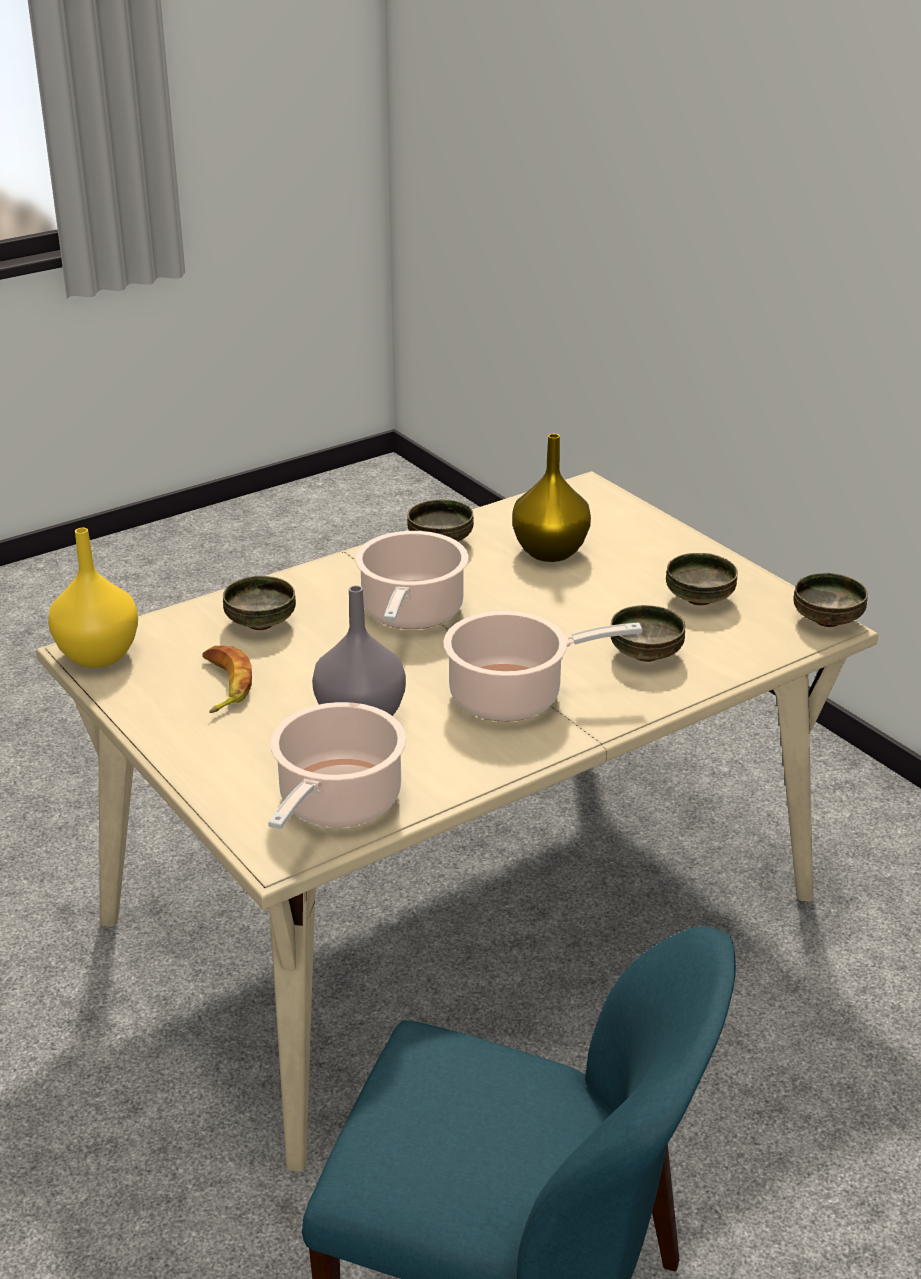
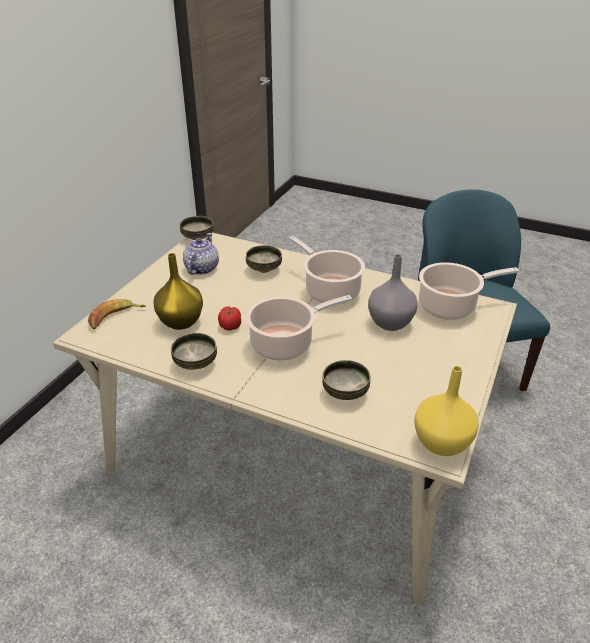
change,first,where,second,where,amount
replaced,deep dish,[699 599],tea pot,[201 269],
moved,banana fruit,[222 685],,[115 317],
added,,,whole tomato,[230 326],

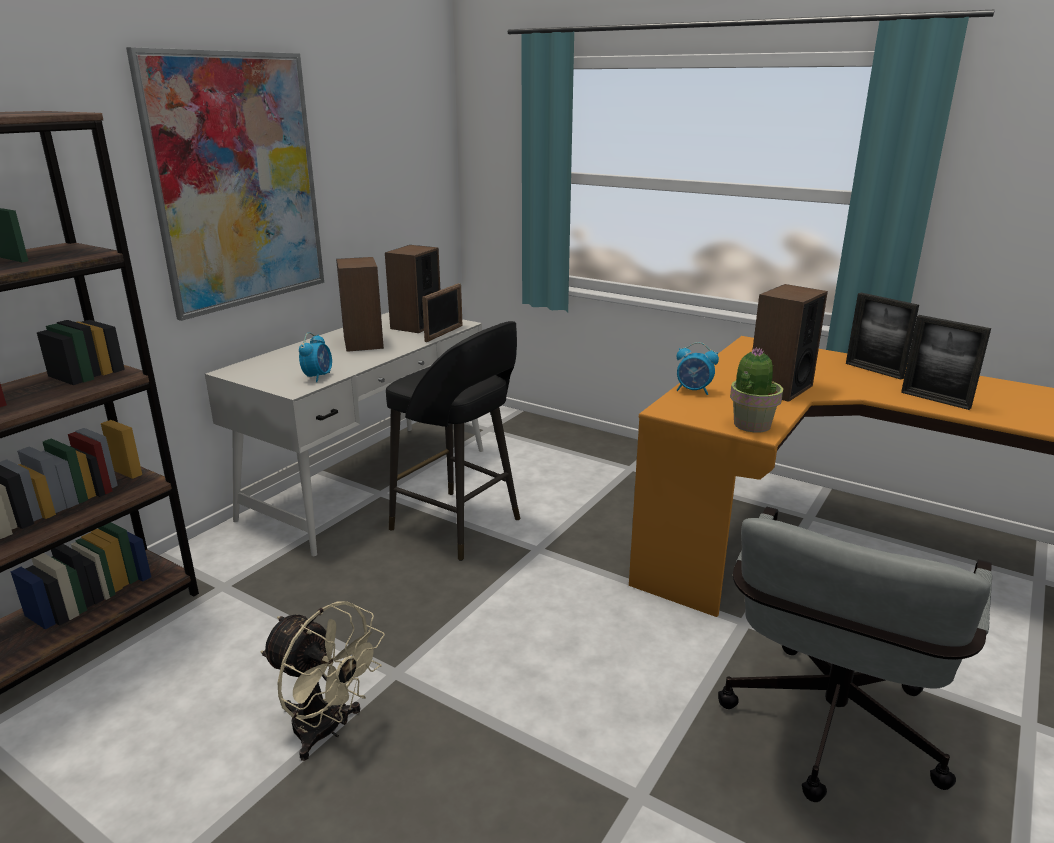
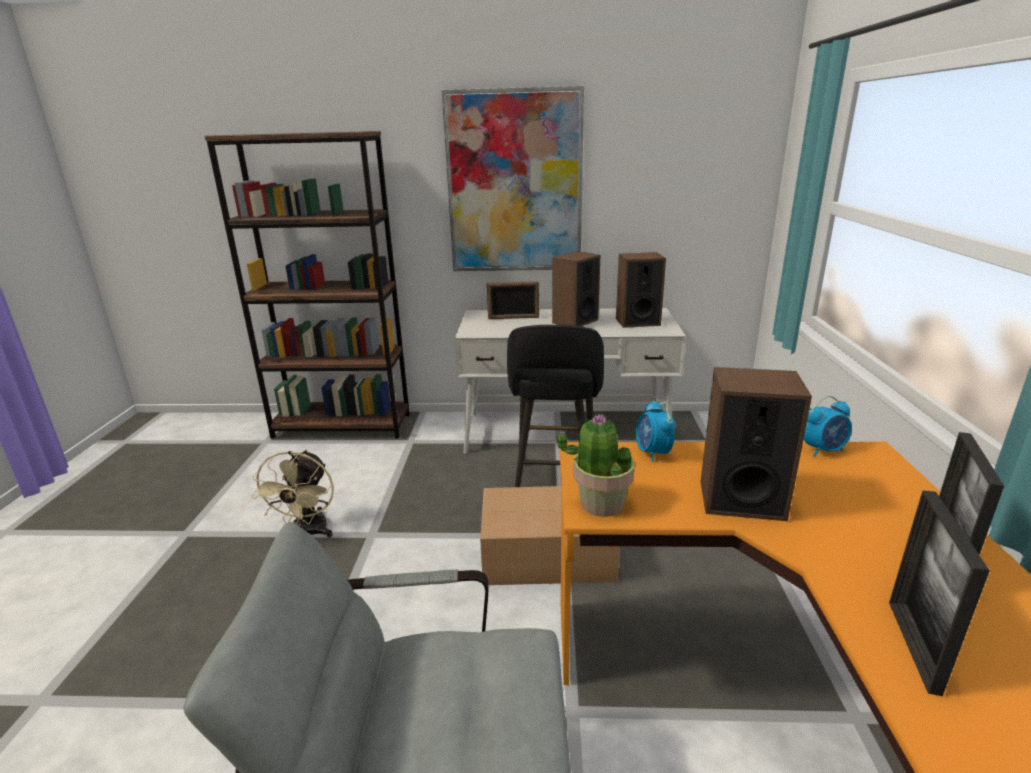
change,first,where,second,where,amount
moved,photo frame,[444 333],,[513 318],
moved,alarm clock,[318 377],,[823 450],
added,,,carton,[549 555],

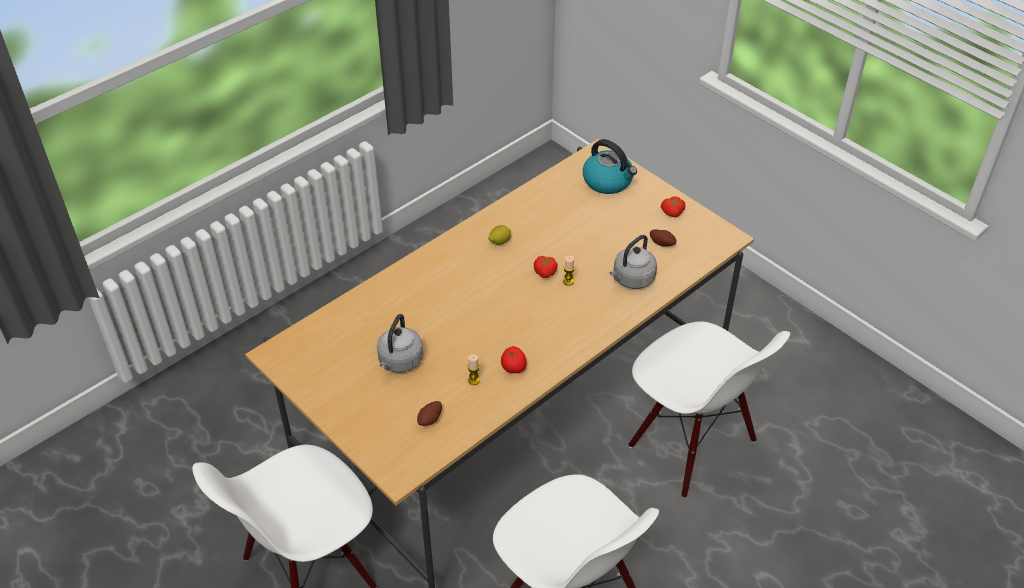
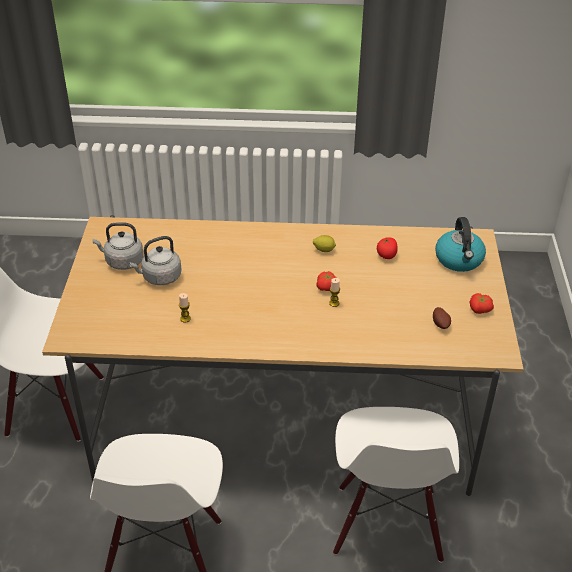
change,first,where,second,where,amount
moved,tea kettle/greyish,[632 279],,[122 261],
moved,whole tomato,[513 367],,[386 255],
removed,whole potato,[430 419],,,

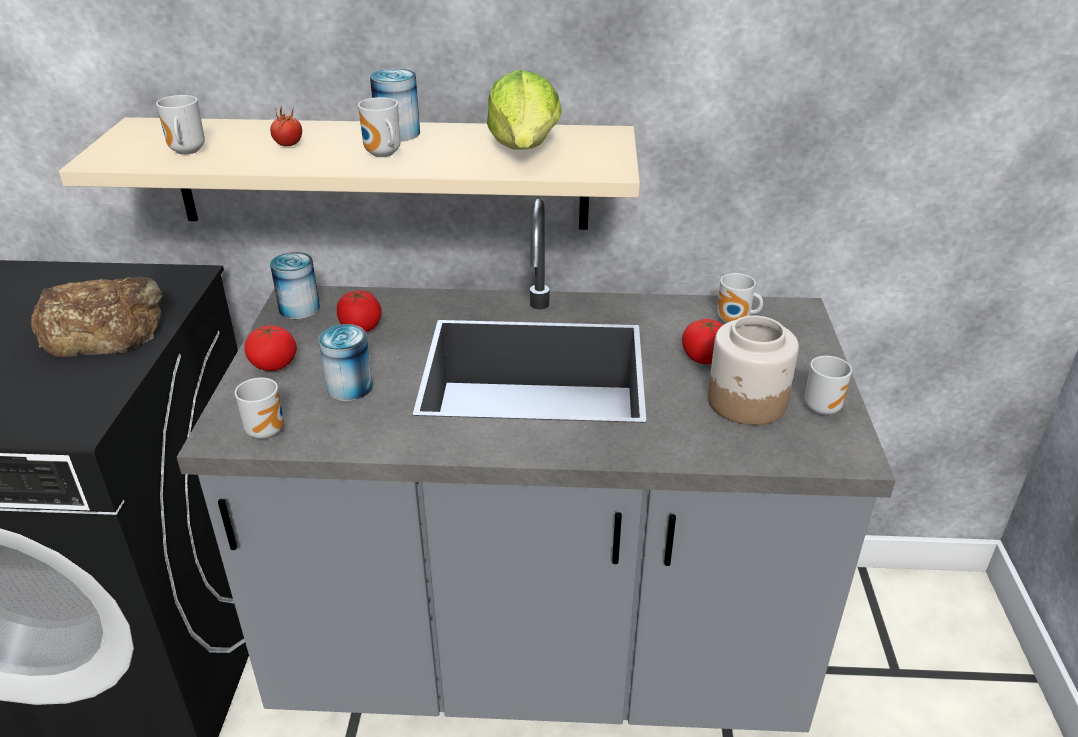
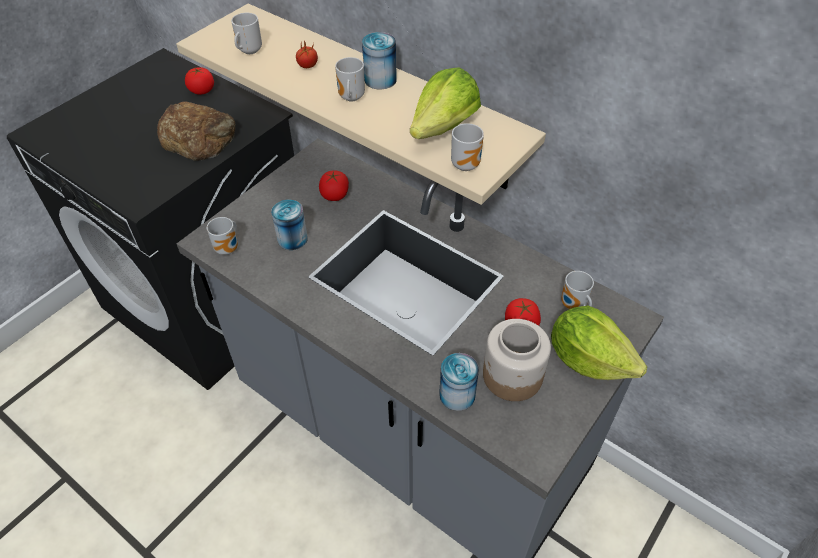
change,first,where,second,where,amount
moved,can,[299 308],,[457 394],
moved,whole tomato,[273 365],,[202 90],
moved,tea mug,[821 407],,[467 164],
added,,,head of lettuce,[588 360],

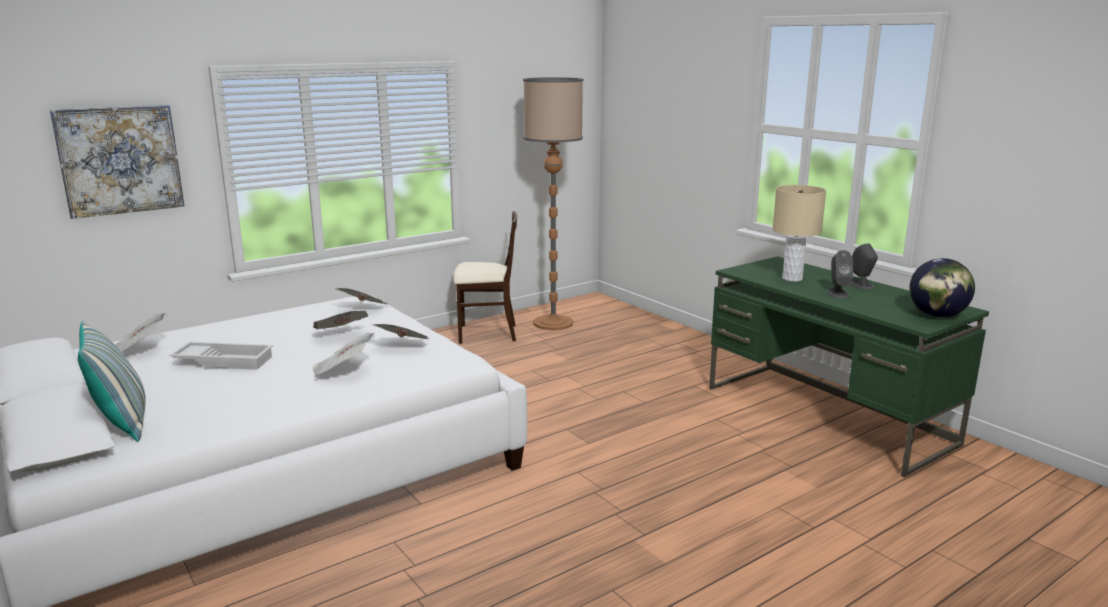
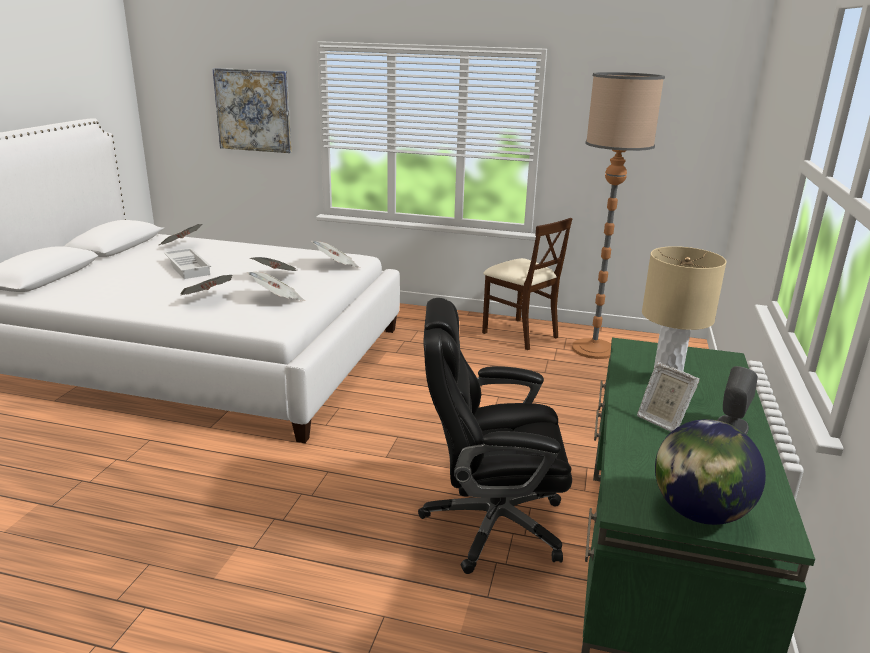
change,first,where,second,where,amount
replaced,speaker/greyish,[838 293],photo frame,[661 420],
removed,throw pillow,[121 423],,,
added,,,desk chair/black,[490 524],

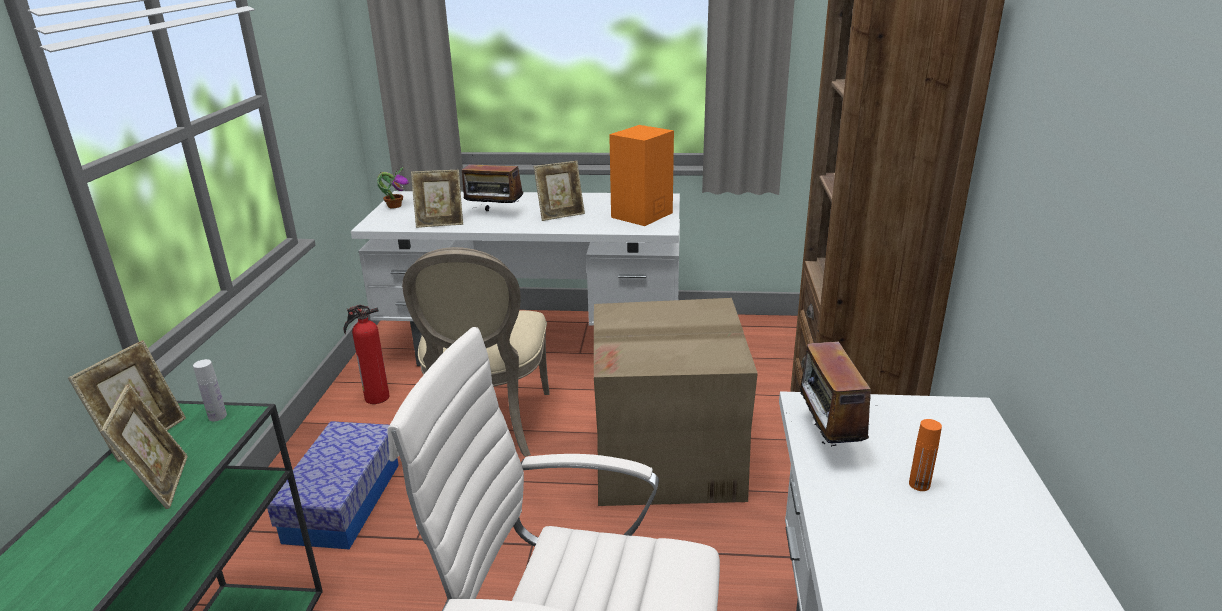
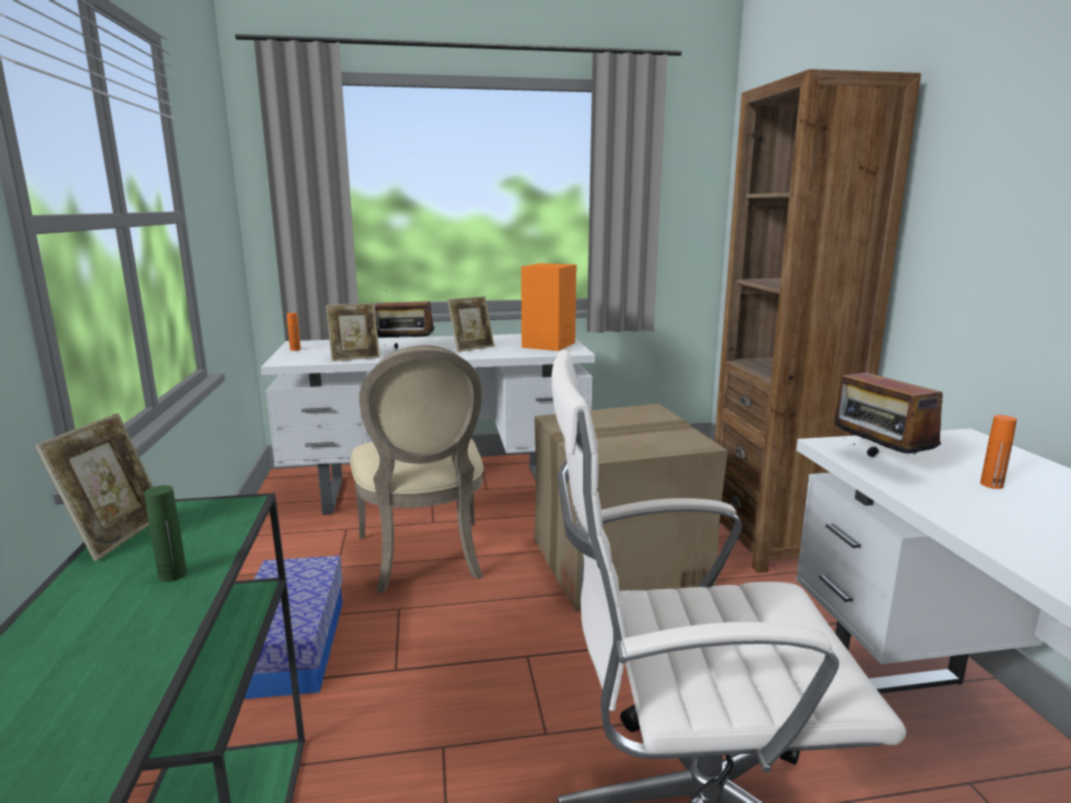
change,first,where,second,where,amount
replaced,houseplant,[394 206],drink bottle/orangey,[295 349],
removed,extinguisher,[375 398],,,
removed,drink bottle/white-coloured,[217 416],,,
replaced,photo frame,[161 484],drink bottle/green,[172 575],

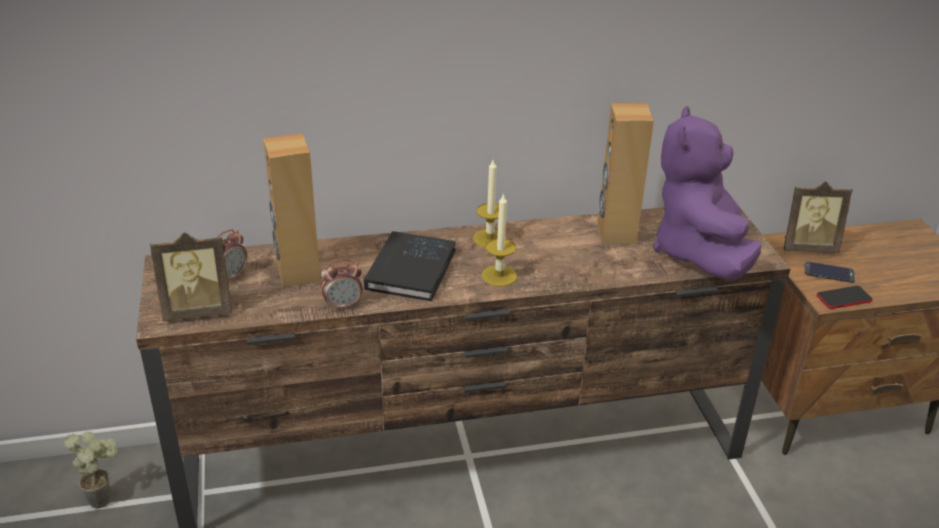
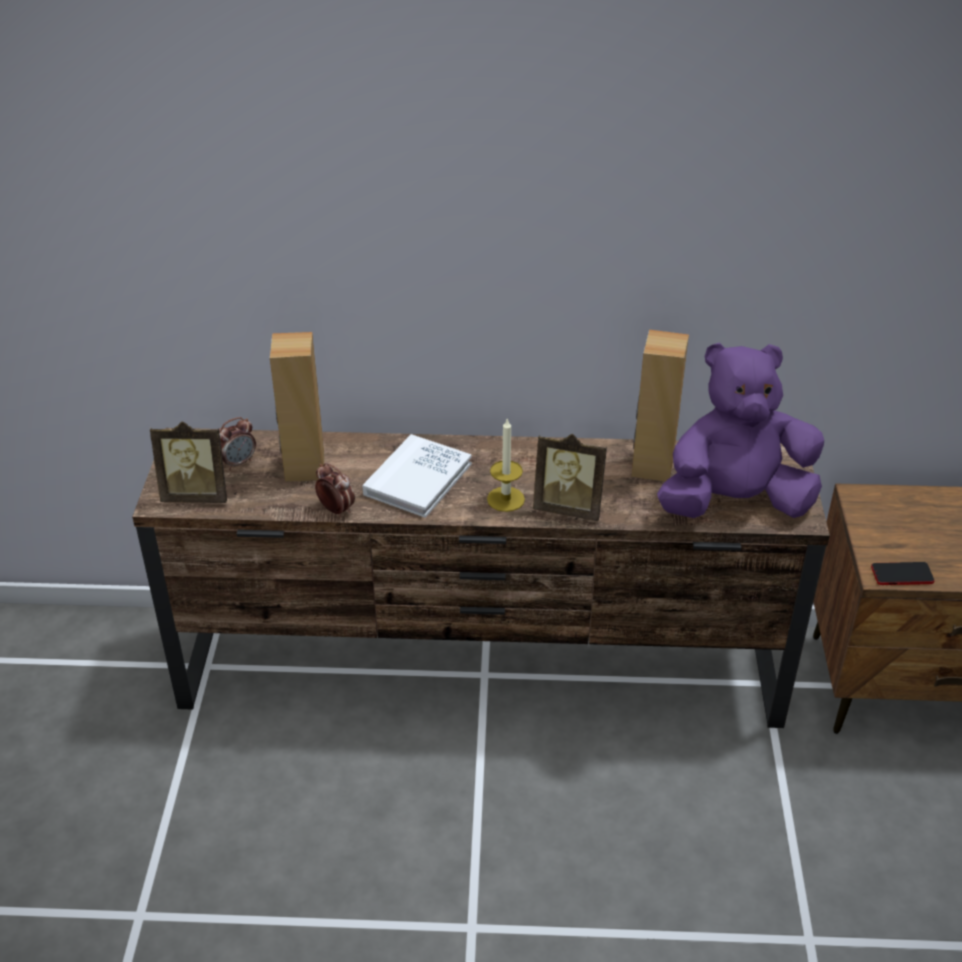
change,first,where,second,where,amount
turned,plush toy/purple,[699 253],,[734 502],60 degrees clockwise
removed,wax candle,[489 238],,,
moved,photo frame,[807 247],,[569 508],
recoloured,bound book/black,[411 269],bound book/white-coloured,[418 479],
turned,alarm clock,[343 305],,[336 510],135 degrees counterclockwise
removed,phone,[829 273],,,
removed,houseplant,[105 496],,,

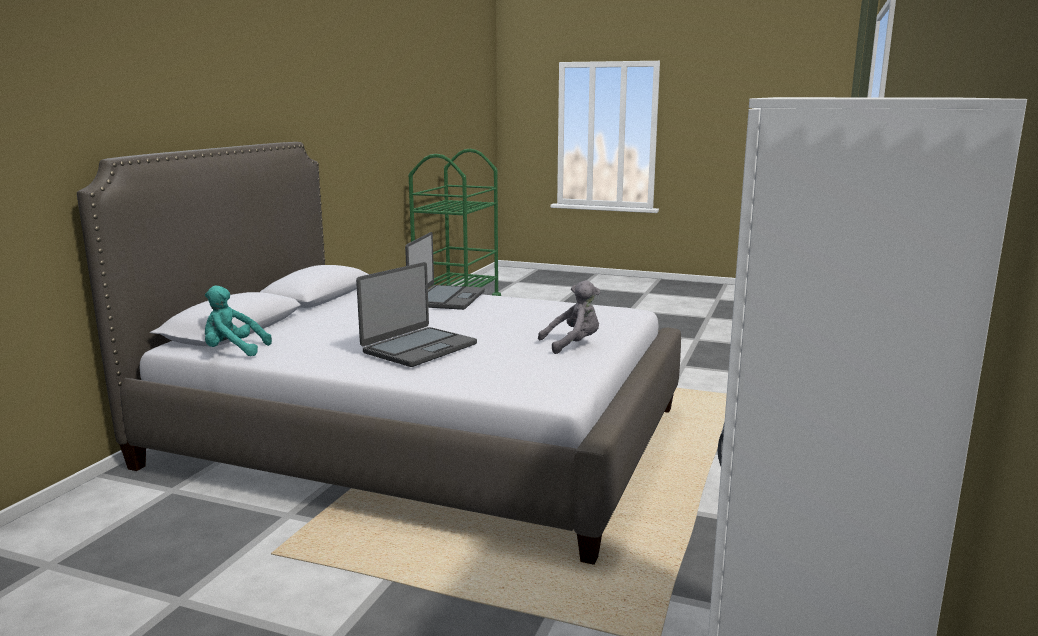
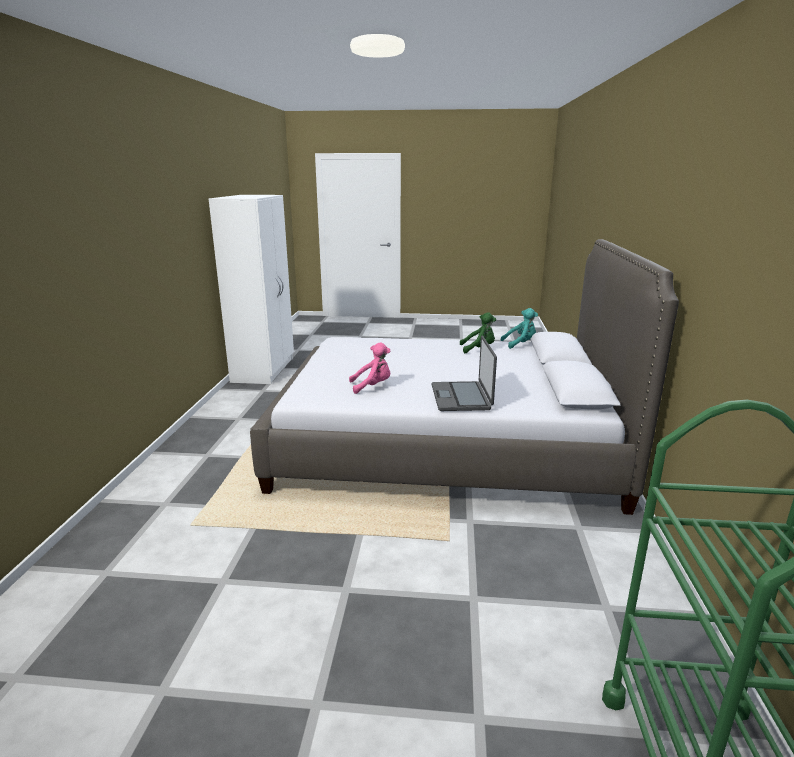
change,first,where,second,where,amount
removed,portable computer,[418 348],,,
removed,plush toy/greyish,[573 344],,,
added,,,plush toy/green,[479 349],
added,,,plush toy/pinkish,[372 386],

